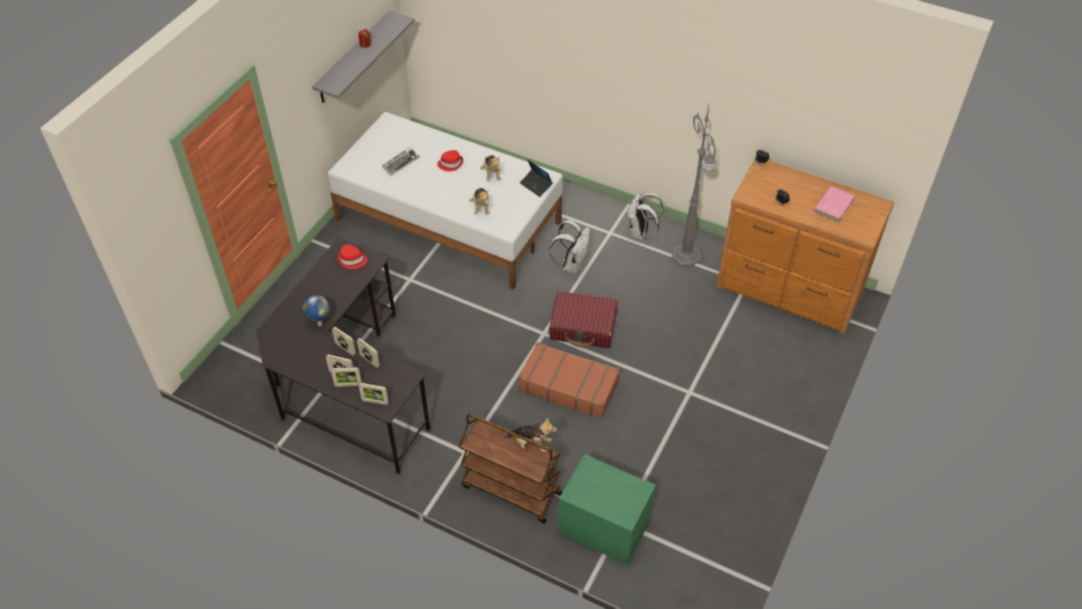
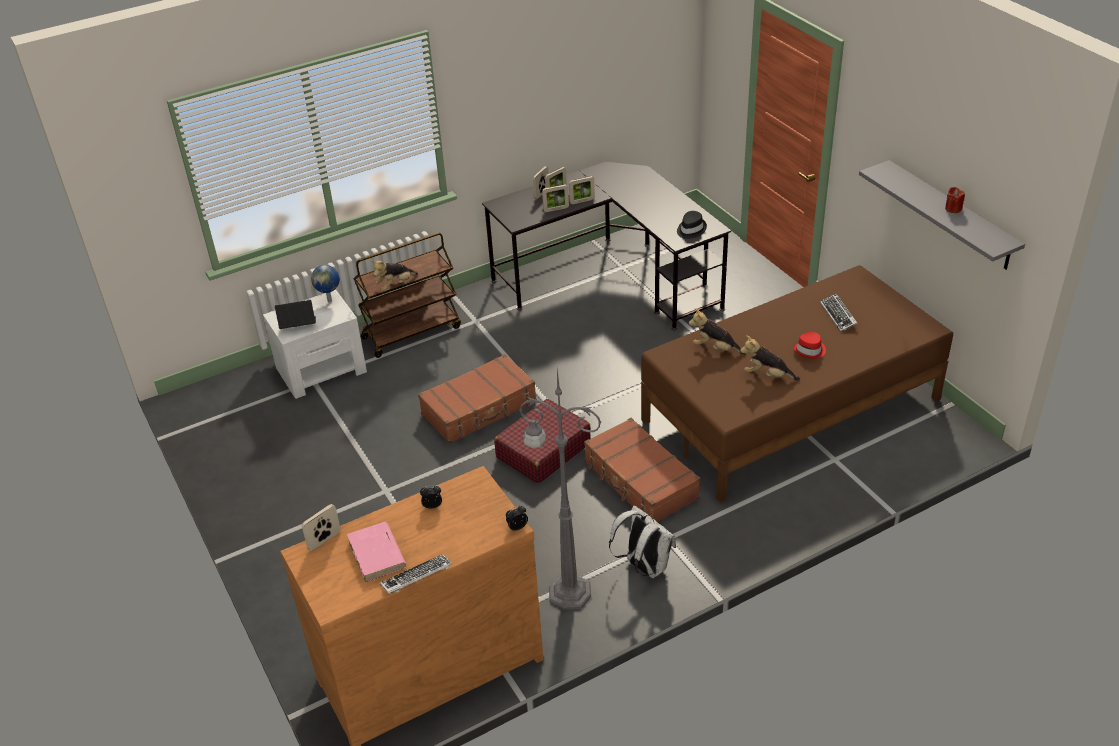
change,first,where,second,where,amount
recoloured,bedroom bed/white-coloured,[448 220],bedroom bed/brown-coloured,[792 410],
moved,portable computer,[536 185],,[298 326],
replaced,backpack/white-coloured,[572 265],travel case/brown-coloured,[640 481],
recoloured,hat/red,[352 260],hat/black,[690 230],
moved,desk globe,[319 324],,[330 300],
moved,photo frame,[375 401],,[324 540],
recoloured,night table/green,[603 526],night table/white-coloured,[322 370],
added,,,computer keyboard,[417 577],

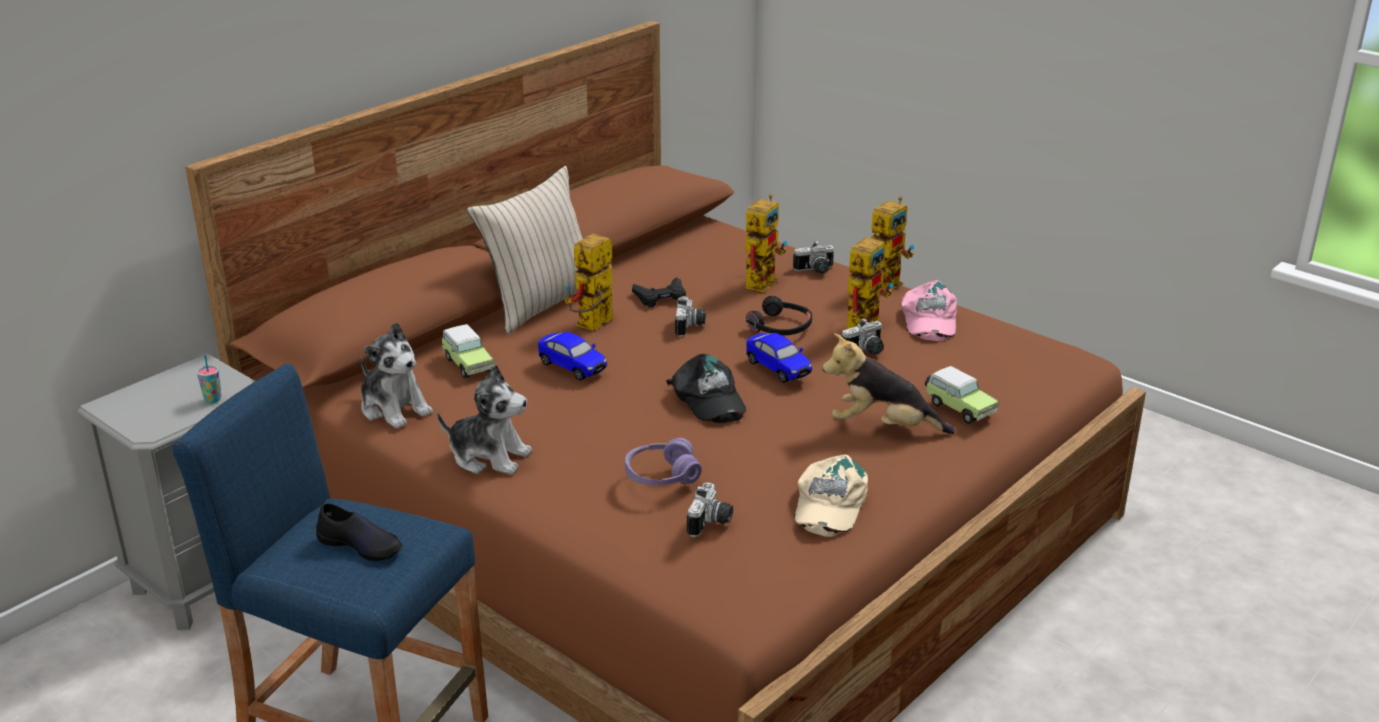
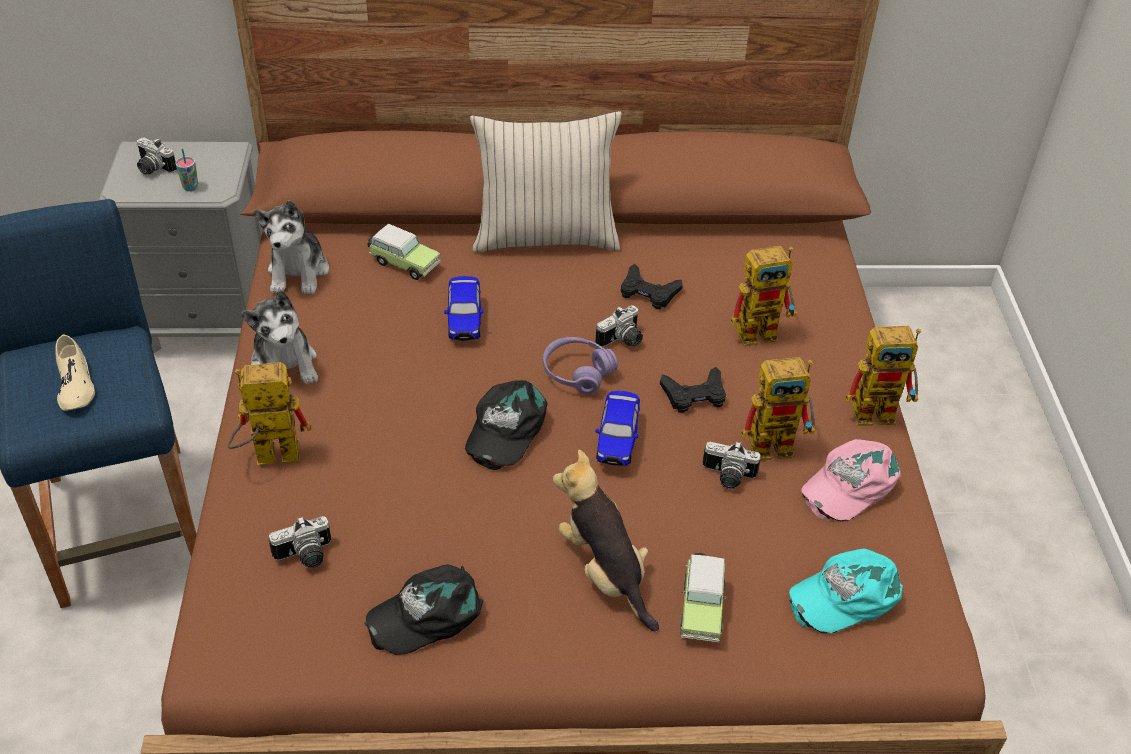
change,first,where,second,where,amount
moved,toy robot,[592 326],,[267 458],
moved,still camera,[815 271],,[152 168],
replaced,headphones/black,[780 327],game controller/black,[694 395],
turned,miniature car,[467 364],,[403 263],75 degrees counterclockwise
moved,headphones/purple,[661 475],,[577 373],
recoloured,cap/beige,[828 503],cap/black,[427 613],
recoloured,item of footwear/black,[361 545],item of footwear/beige,[75 385],
added,,,cap/turquoise,[845 595],

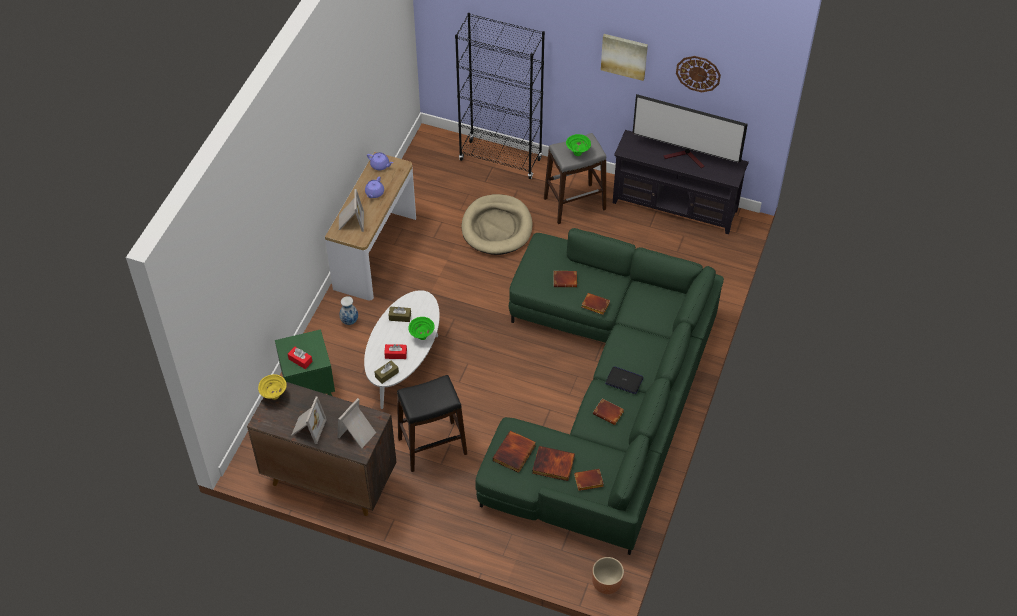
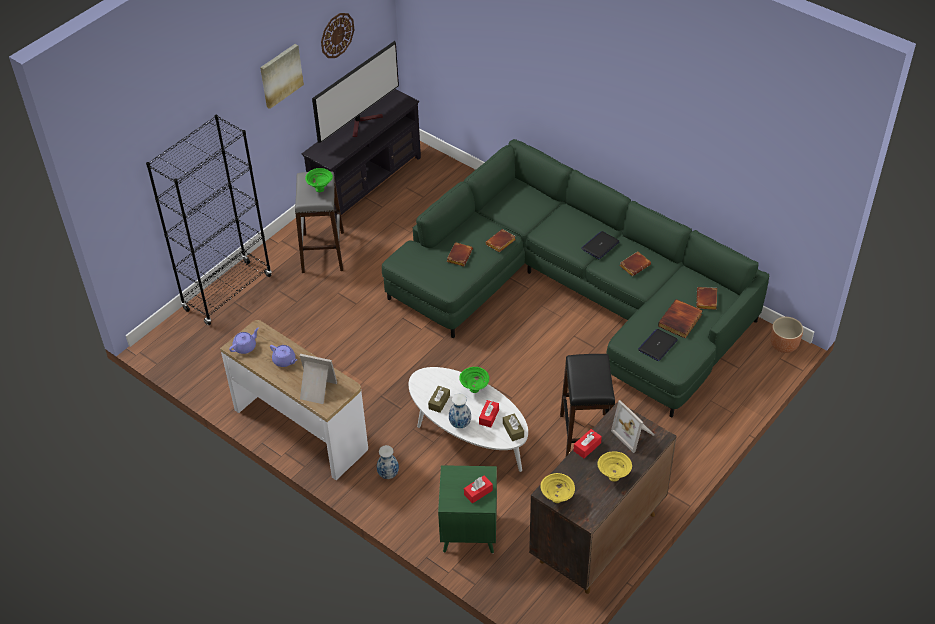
change,first,where,second,where,amount
removed,dog cushion/beige,[497 227],,,
replaced,photo frame,[307 428],deep dish/yellow-coloured,[613 477],
replaced,bound book,[515 453],portable computer,[657 345],
added,,,vase,[460 423],
added,,,tissue box/red,[587 447],

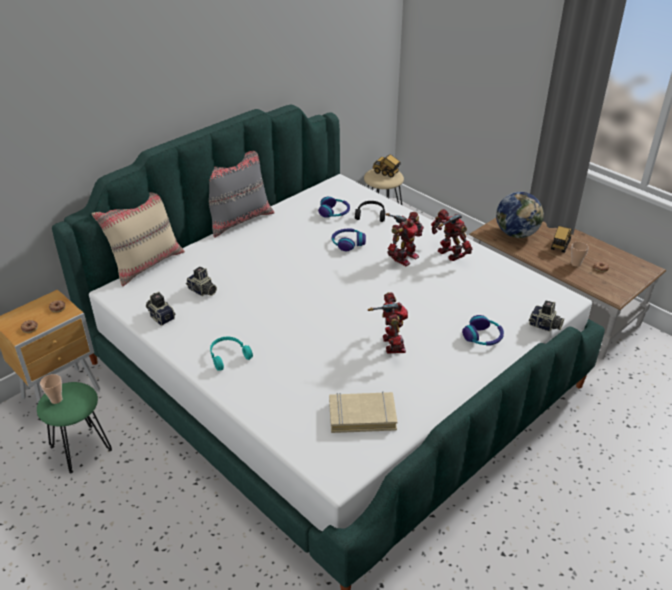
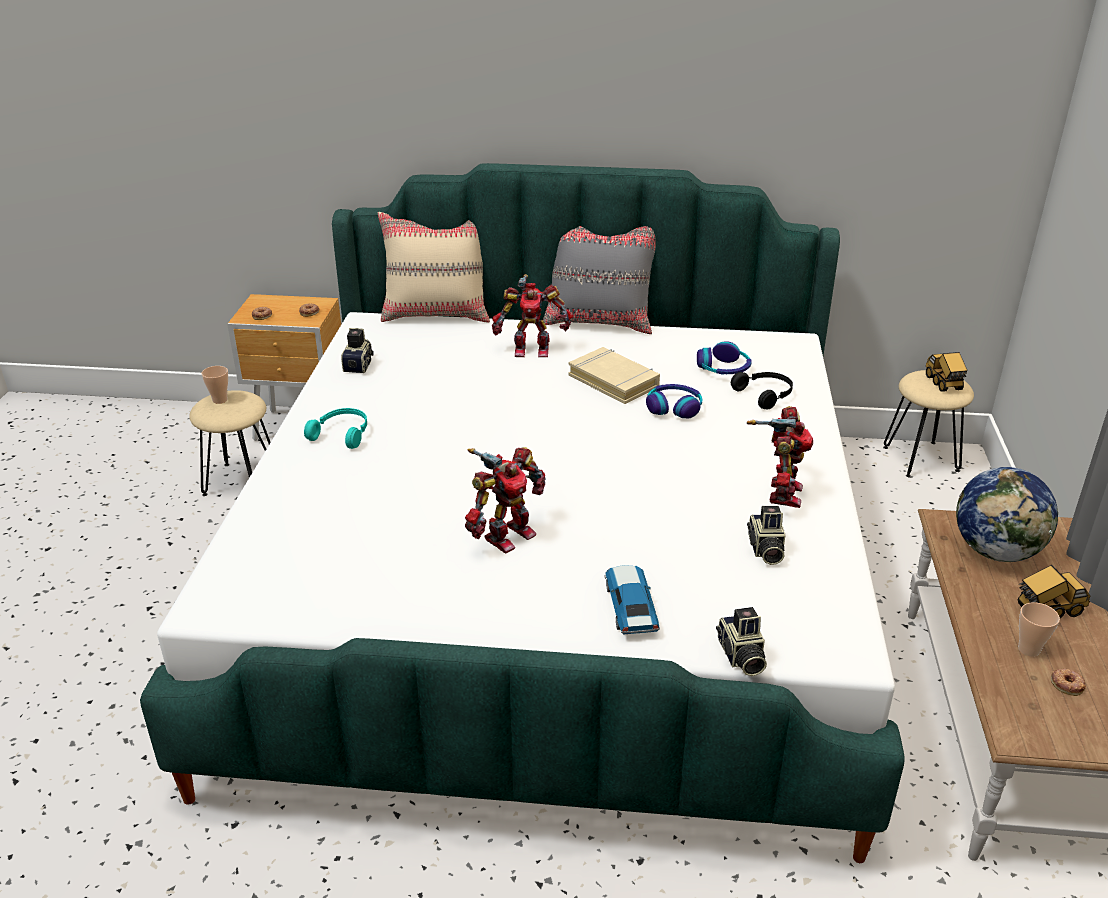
change,first,where,second,where,amount
moved,toy robot,[404 257],,[531 349],
moved,still camera,[202 291],,[765 550],
replaced,headphones,[483 337],miniature car,[630 607],
recoloured,sitting stool/green,[80 448],sitting stool/beige,[241 481],
moved,bound book/beige,[362 416],,[614 381],

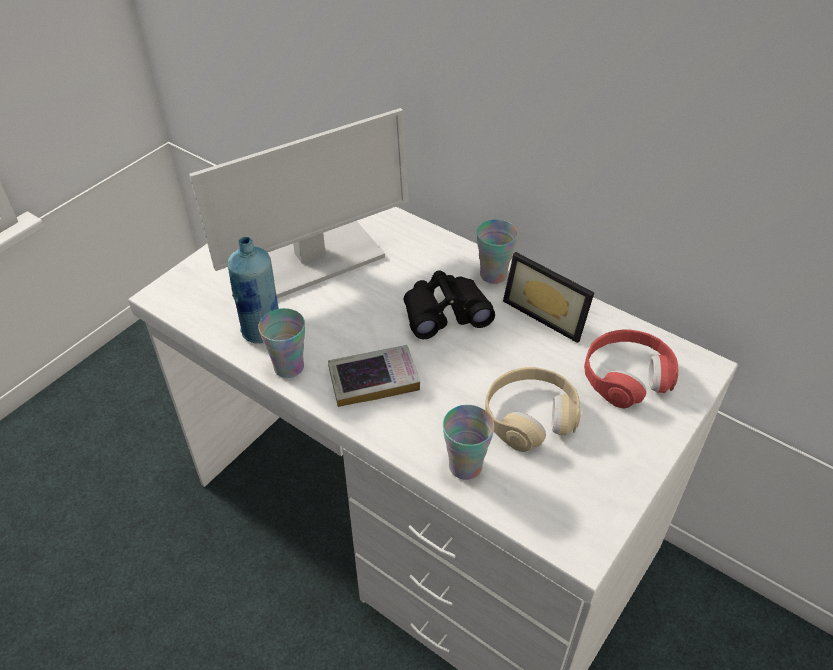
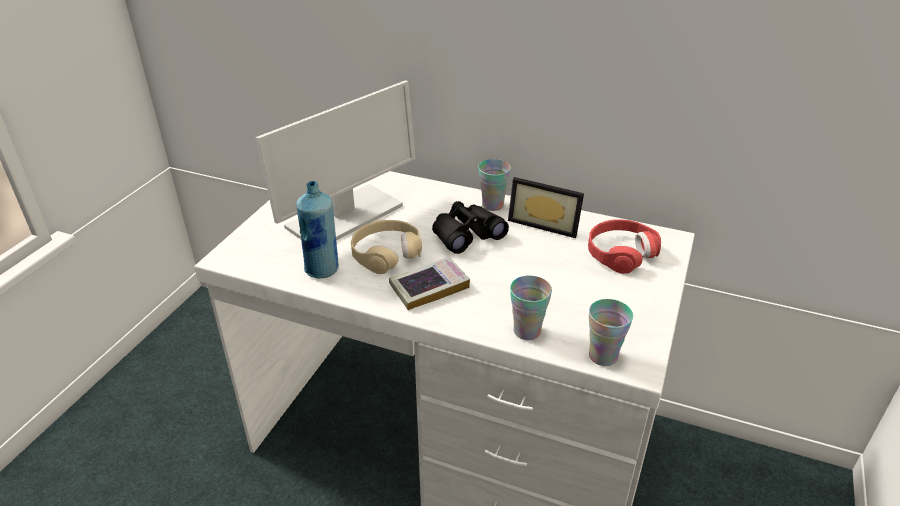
change,first,where,second,where,amount
moved,small cup,[289 367],,[603 356],
moved,headphones/beige,[530 416],,[386 253],

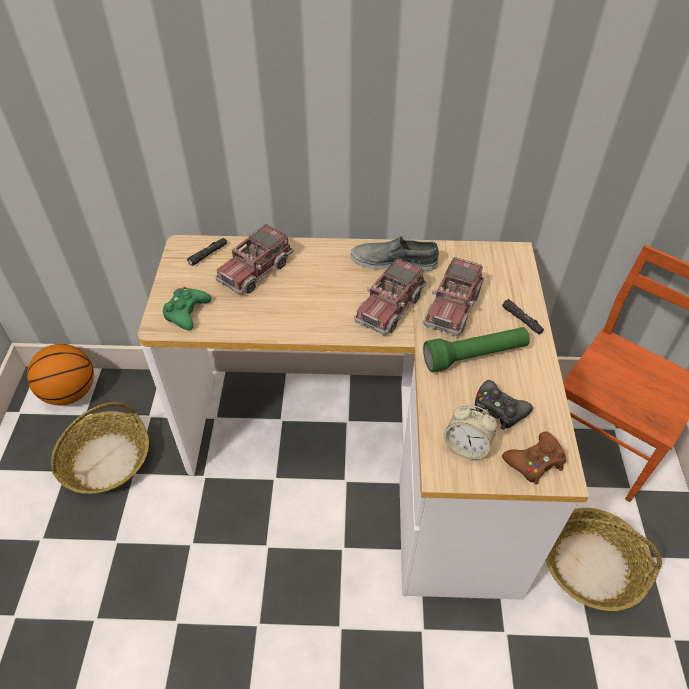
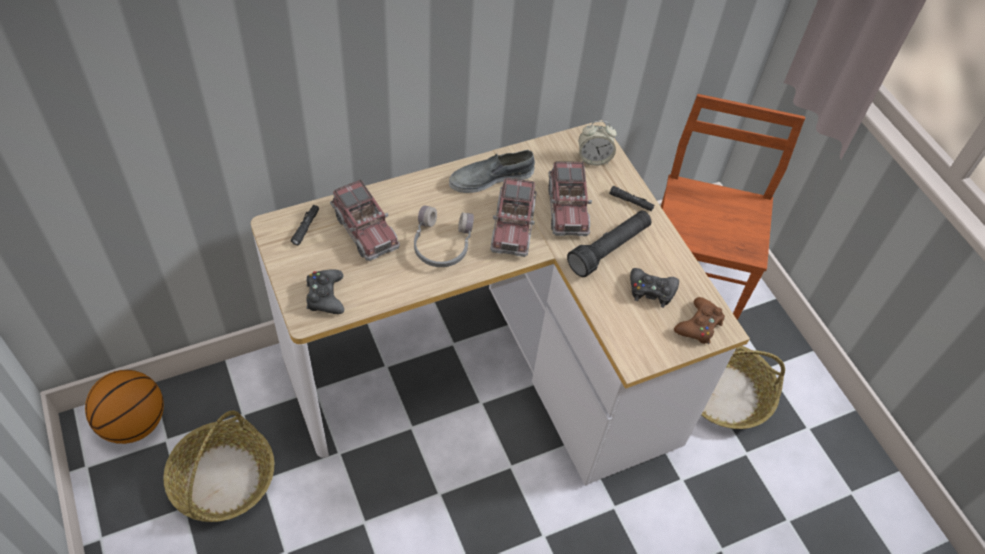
change,first,where,second,where,amount
turned,toy truck,[255 270],,[365 229],45 degrees counterclockwise
recoloured,game controller/green,[186 312],game controller/black,[325 296],
recoloured,flashlight/green,[475 356],flashlight/black,[609 249],
moved,alarm clock,[466 447],,[594 158],
added,,,headphones/greyish,[441 244],

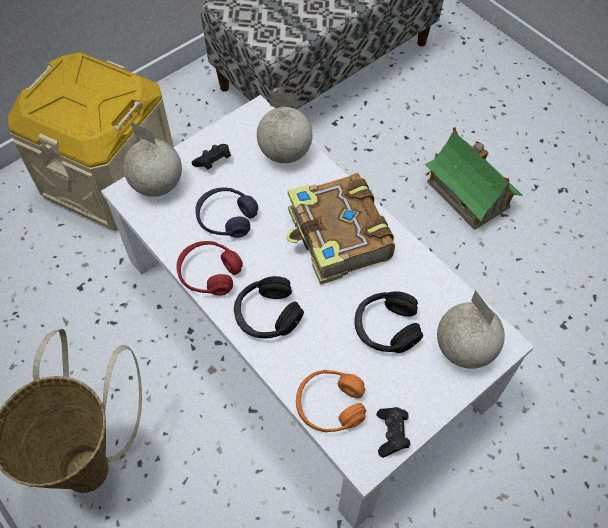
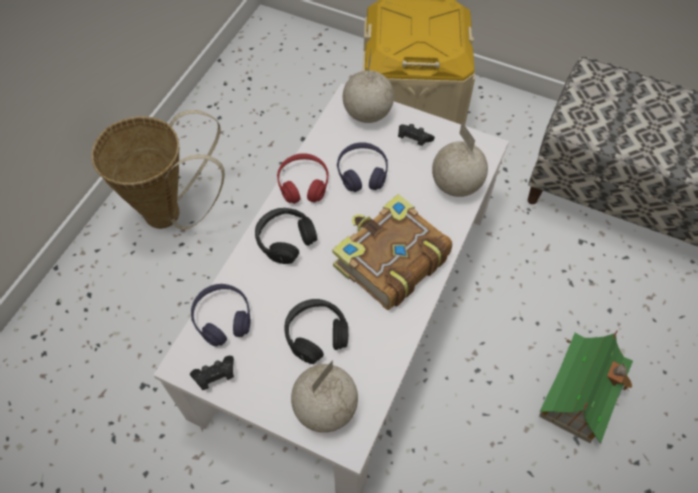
change,first,where,second,where,amount
recoloured,headphones/orangey,[330 405],headphones/purple,[223 318],

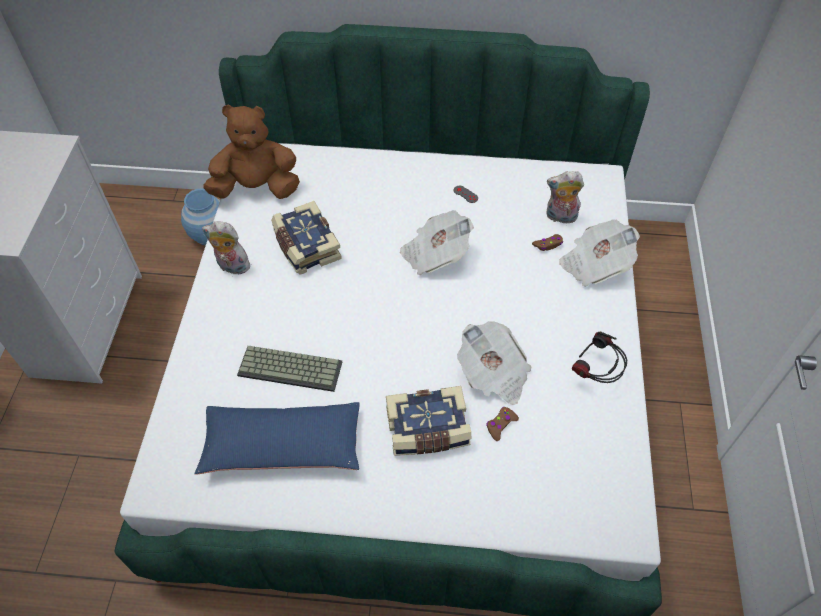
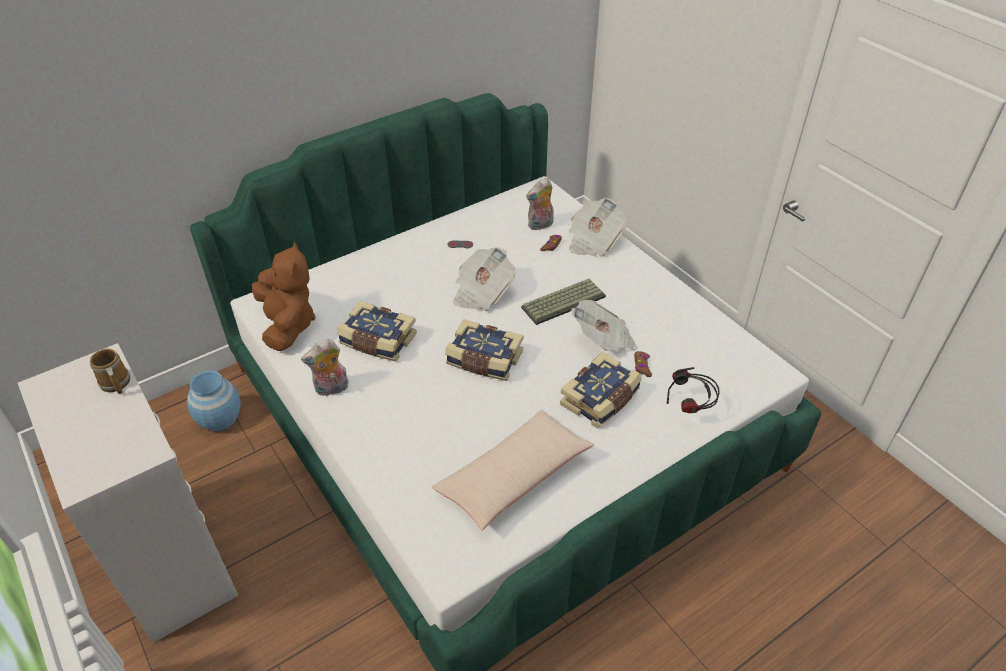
change,first,where,second,where,amount
turned,plush toy/brown-coloured,[257 188],,[287 325],120 degrees clockwise
moved,headphones,[595 375],,[690 409],
moved,computer keyboard,[291 367],,[563 301],
recoloured,throw pillow/blue-coloured,[283 445],throw pillow/beige,[513 476],
added,,,bound book,[484 360],
added,,,tea mug,[114 383],

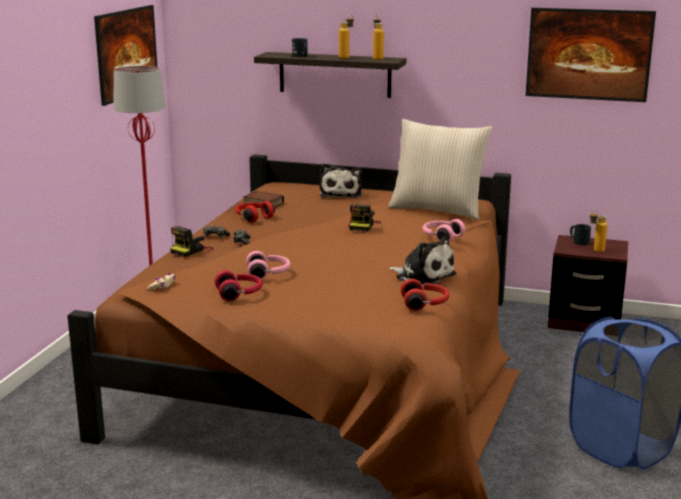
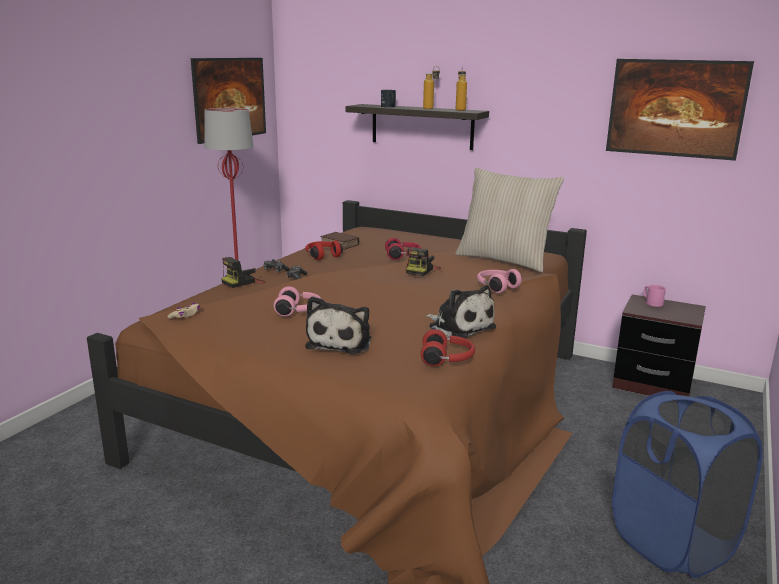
change,first,where,second,where,amount
moved,plush toy,[341 193],,[341 342],
removed,drink bottle,[595 251],,,
recoloured,tea mug/black,[578 241],tea mug/pinkish,[651 302],
moved,headphones/red,[240 294],,[403 256],

